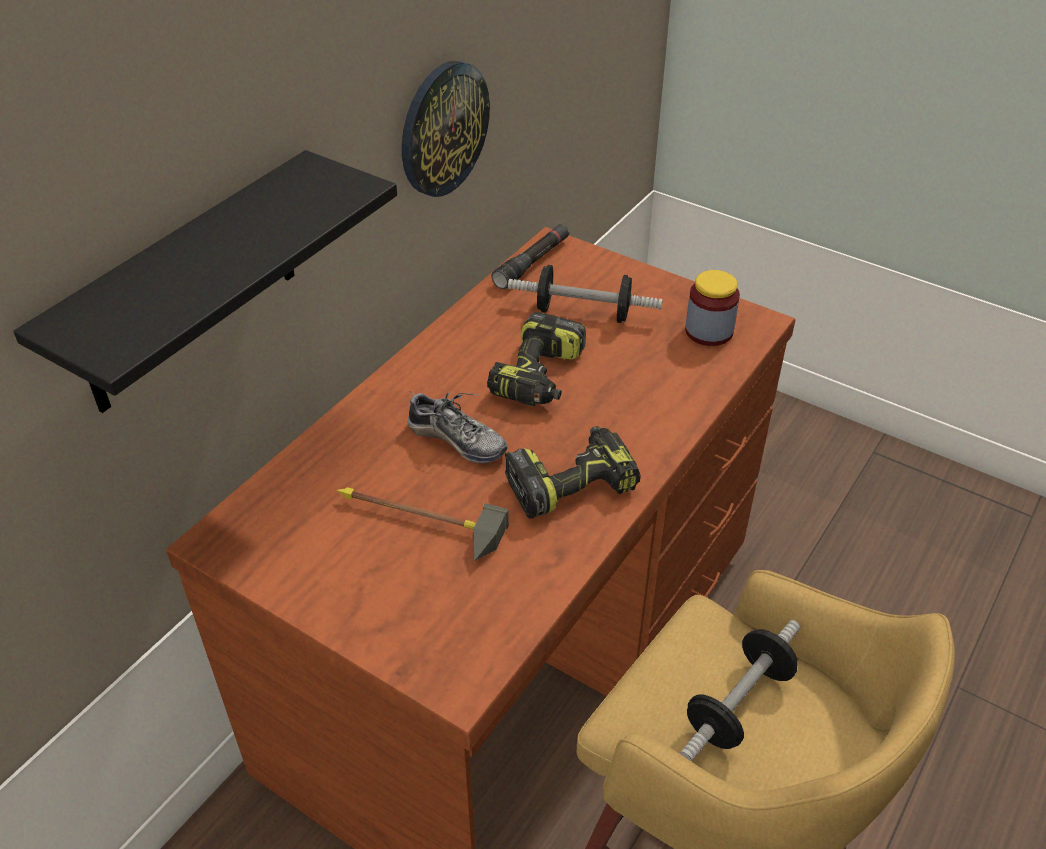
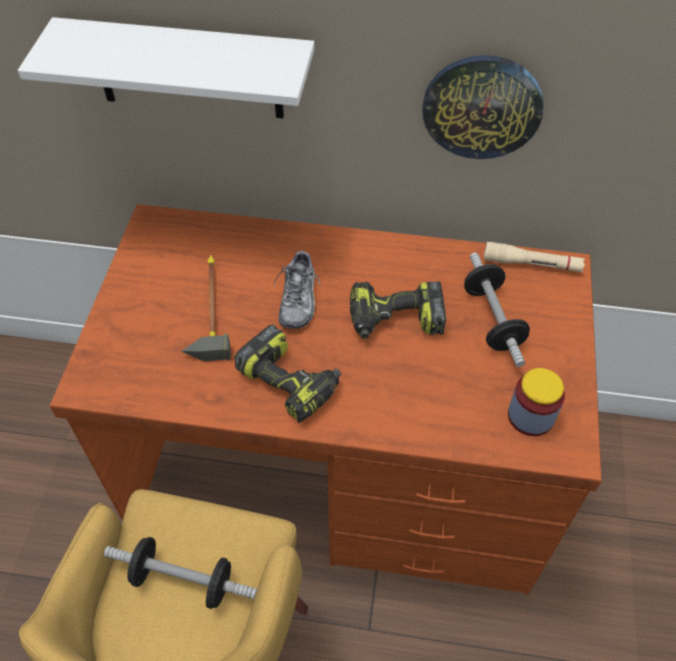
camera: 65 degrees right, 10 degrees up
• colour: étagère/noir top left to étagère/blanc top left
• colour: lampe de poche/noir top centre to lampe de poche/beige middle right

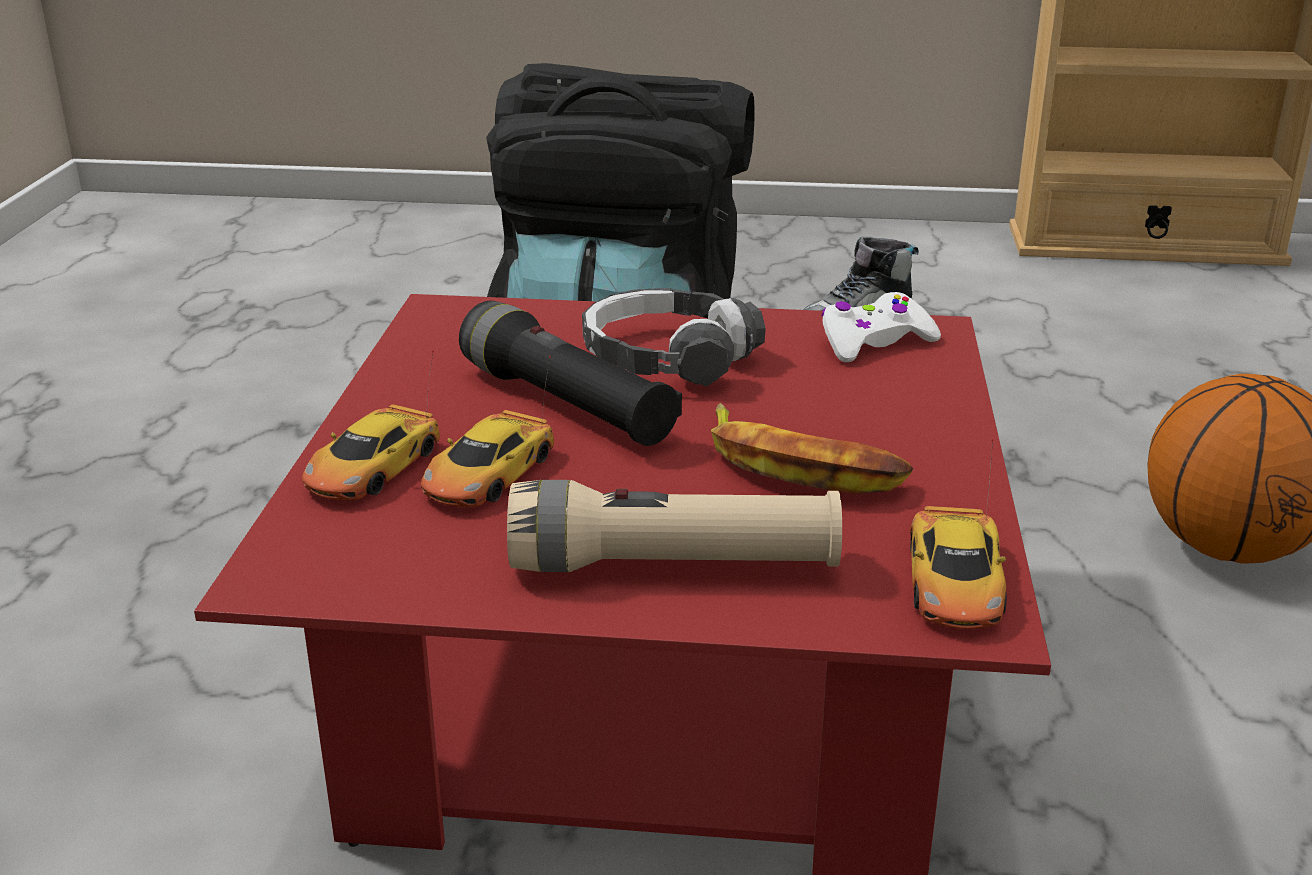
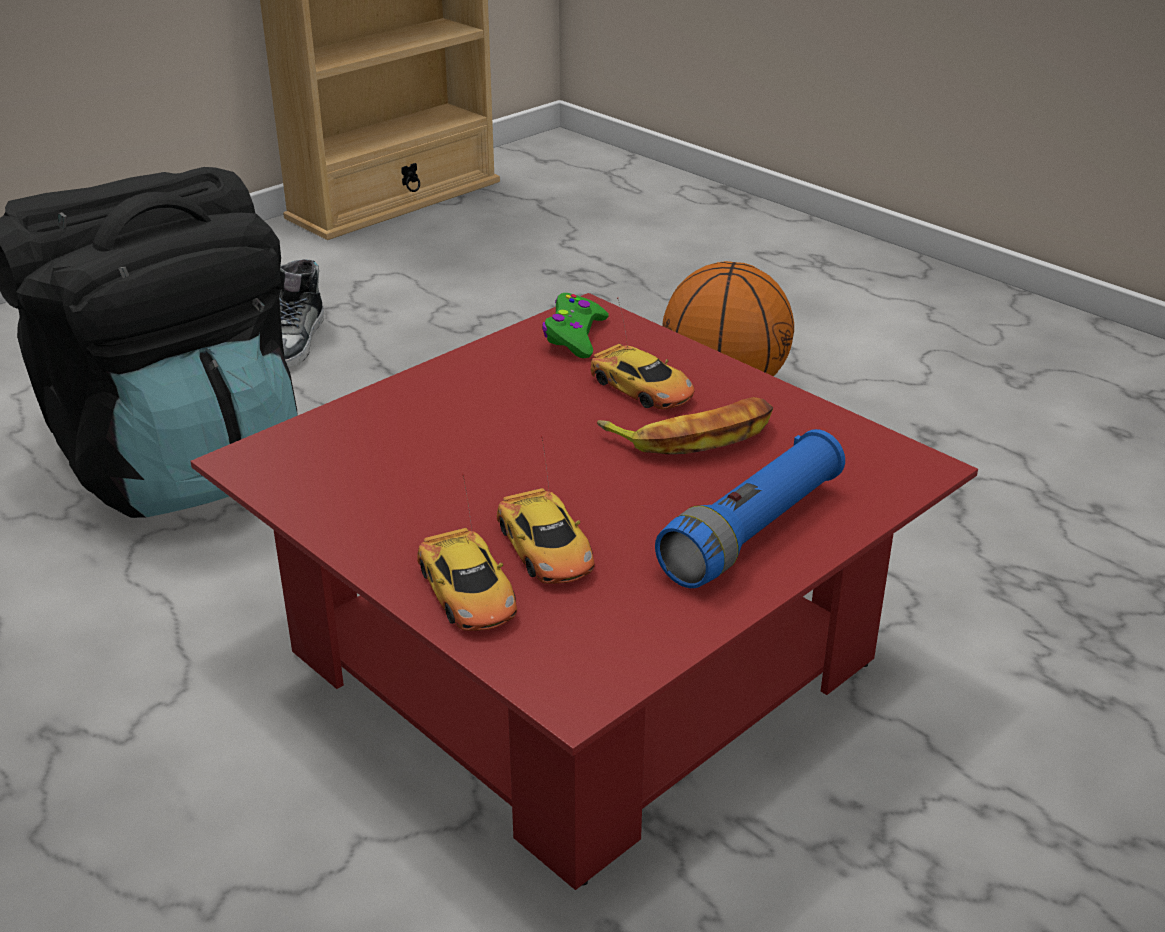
camera: 50 degrees left, 5 degrees up
• missing: lampe de poche/noir centre
• colour: lampe de poche/beige centre to lampe de poche/bleu centre
• missing: casque audio centre
• colour: manette/blanc middle right to manette/vert centre
• relocated: petite voiture (no. 3 from left) middle right to centre

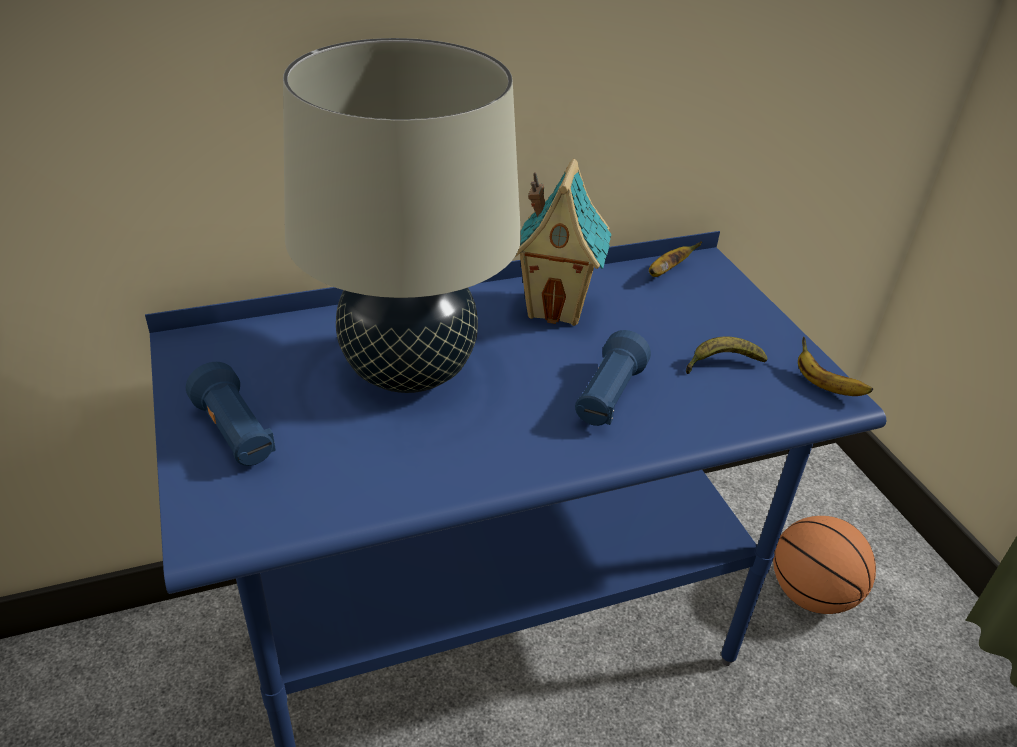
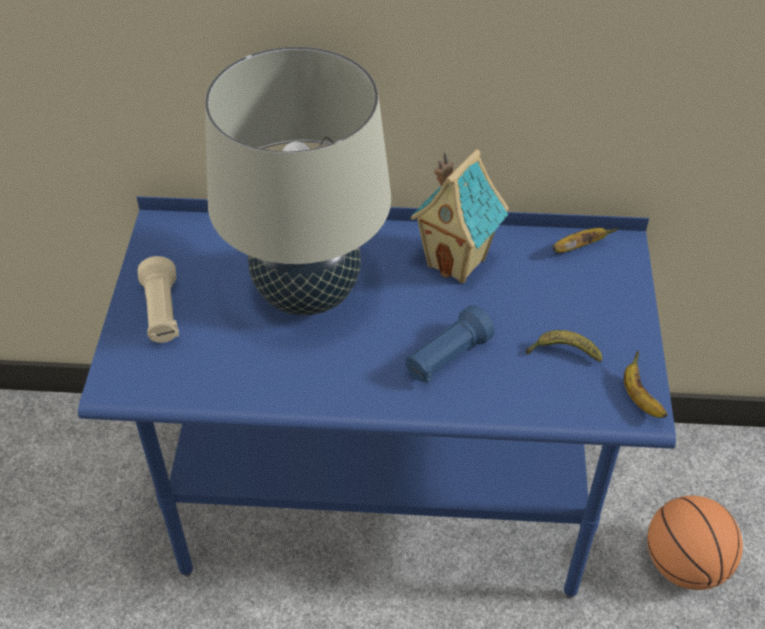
camera: 25 degrees right, 10 degrees up
• colour: lampe de poche/bleu (no. 1 from left) middle left to lampe de poche/beige middle left

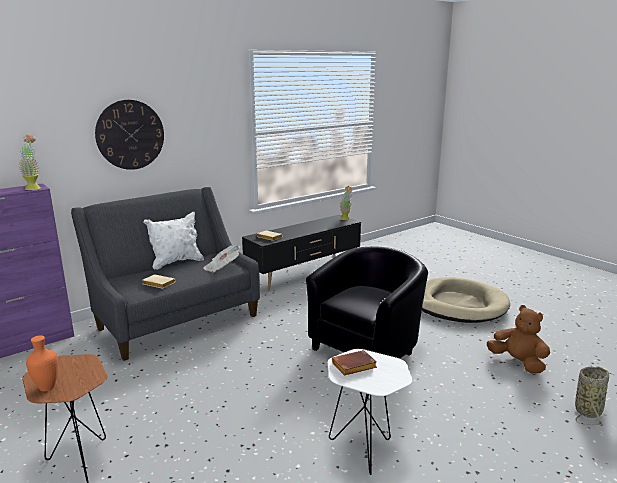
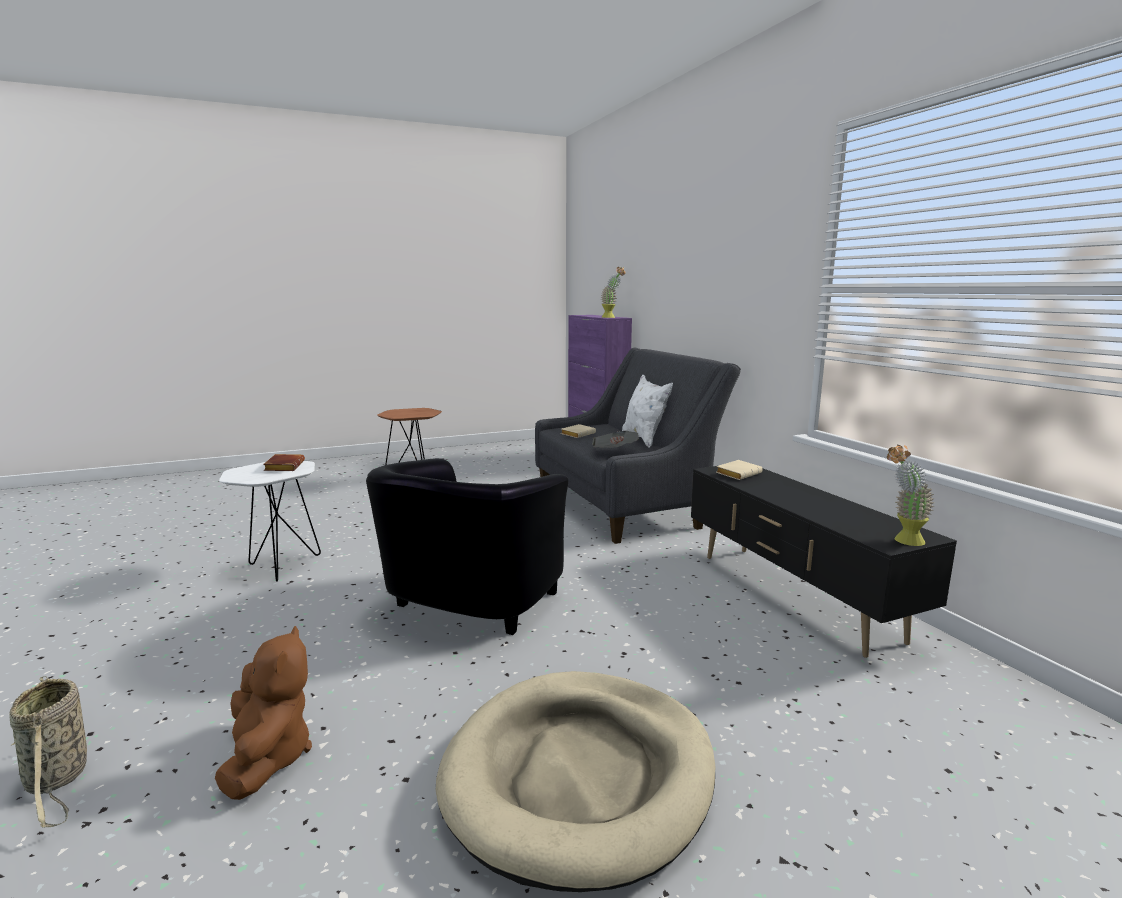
camera: 105 degrees right, 5 degrees down
• missing: vase/orange bottom left
• missing: horloge murale top left
• spun: fauteuil/noir centre = centre 60 degrees clockwise
• spun: peluche/marron bottom right = bottom left 75 degrees counterclockwise

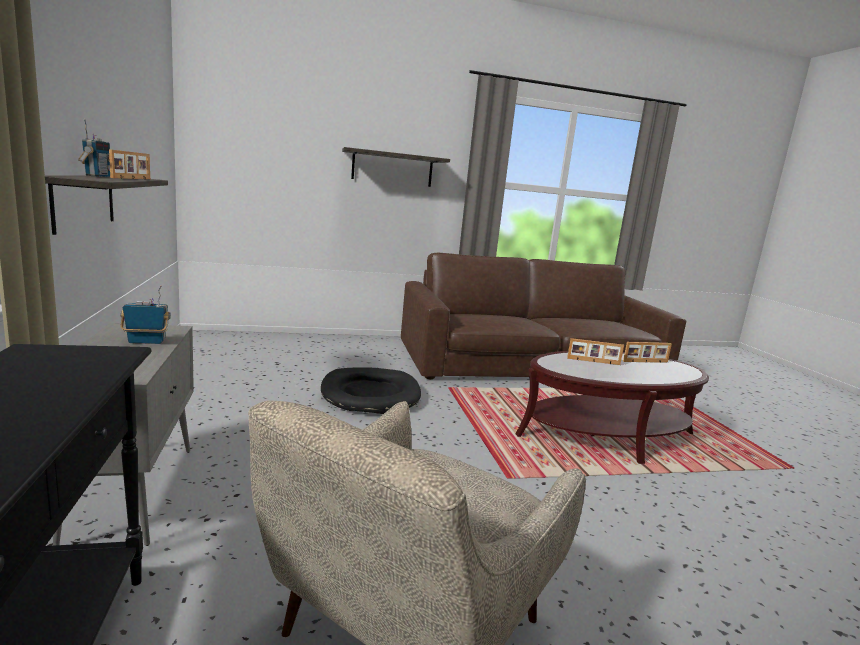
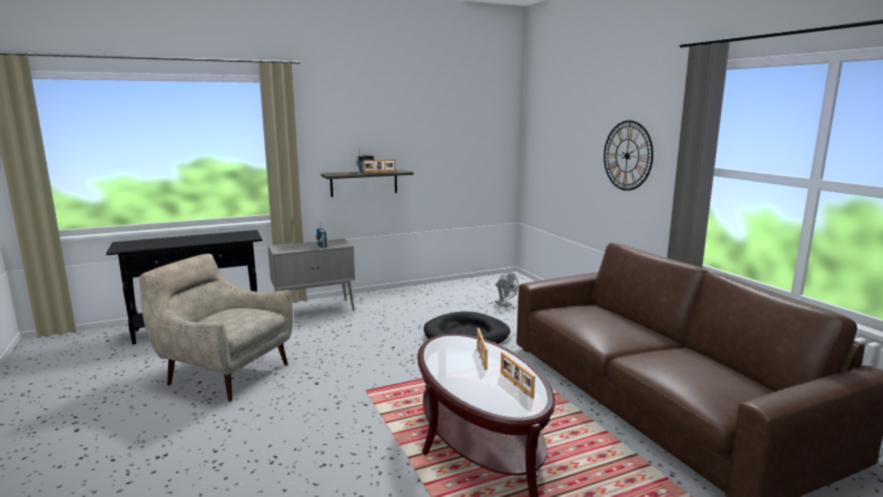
camera: 80 degrees right, 0 degrees up
• exchanged: étagère (no. 2 from left) top centre to horloge murale top right
• appeared: ventilateur/gris centre

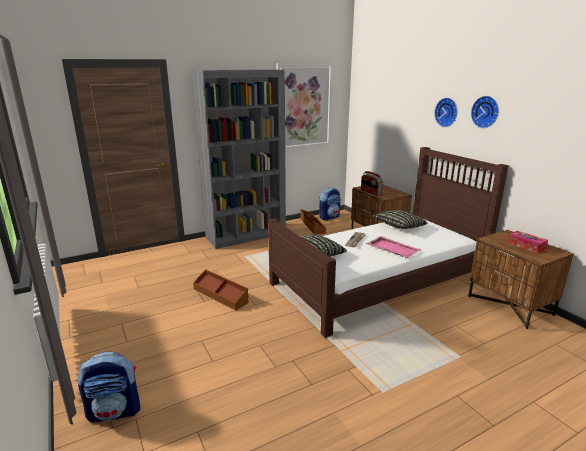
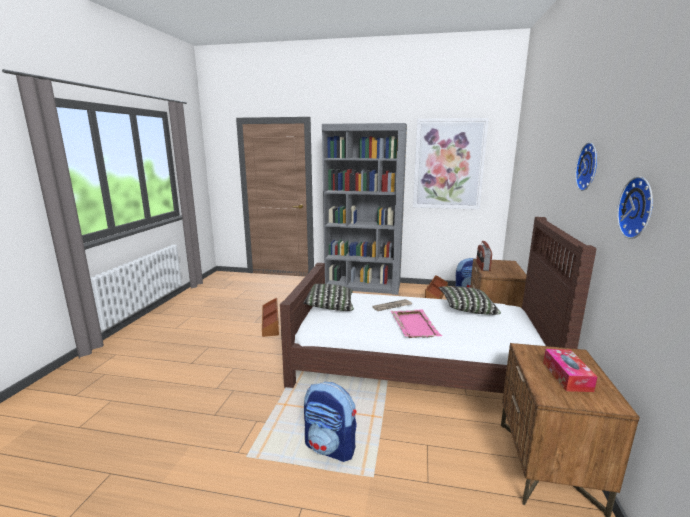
camera: 40 degrees right, 5 degrees down
• relocated: sac à dos (no. 1 from left) bottom left to bottom centre
• relocated: horloge murale (no. 1 from left in the first image) top right to horloge murale (no. 2 from left) middle right

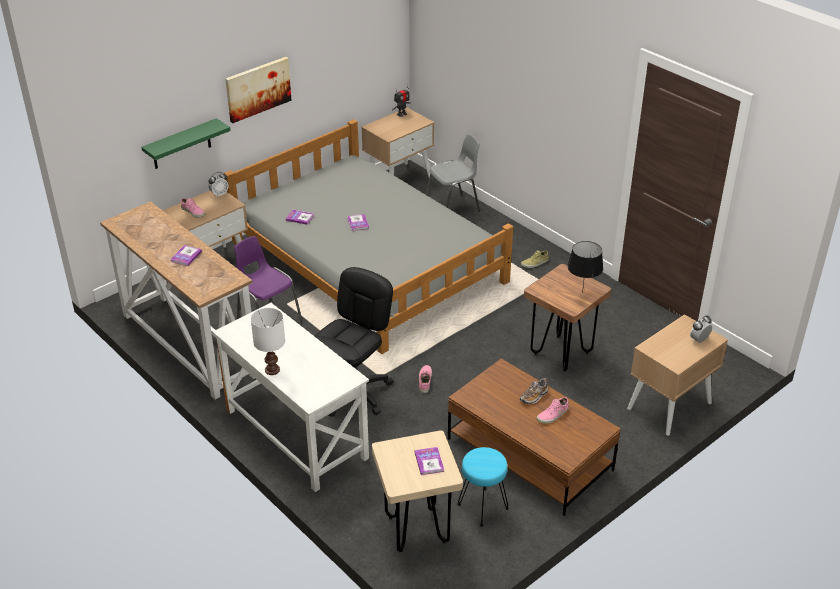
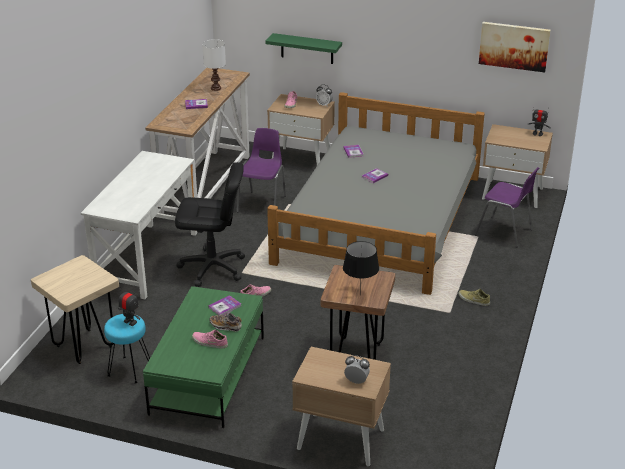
camera: 60 degrees right, 5 degrees down
• relocated: tableau top left to top right
• relocated: lampe de table/blanc middle left to top centre
• relocated: livre (no. 4 from left in the first image) bottom centre to livre (no. 2 from left) centre
• colour: chaise/gris top centre to chaise/violet (no. 2 from left) middle right
• colour: table basse/marron bottom centre to table basse/vert bottom left
• appeared: robot jouet (no. 1 from left) middle left

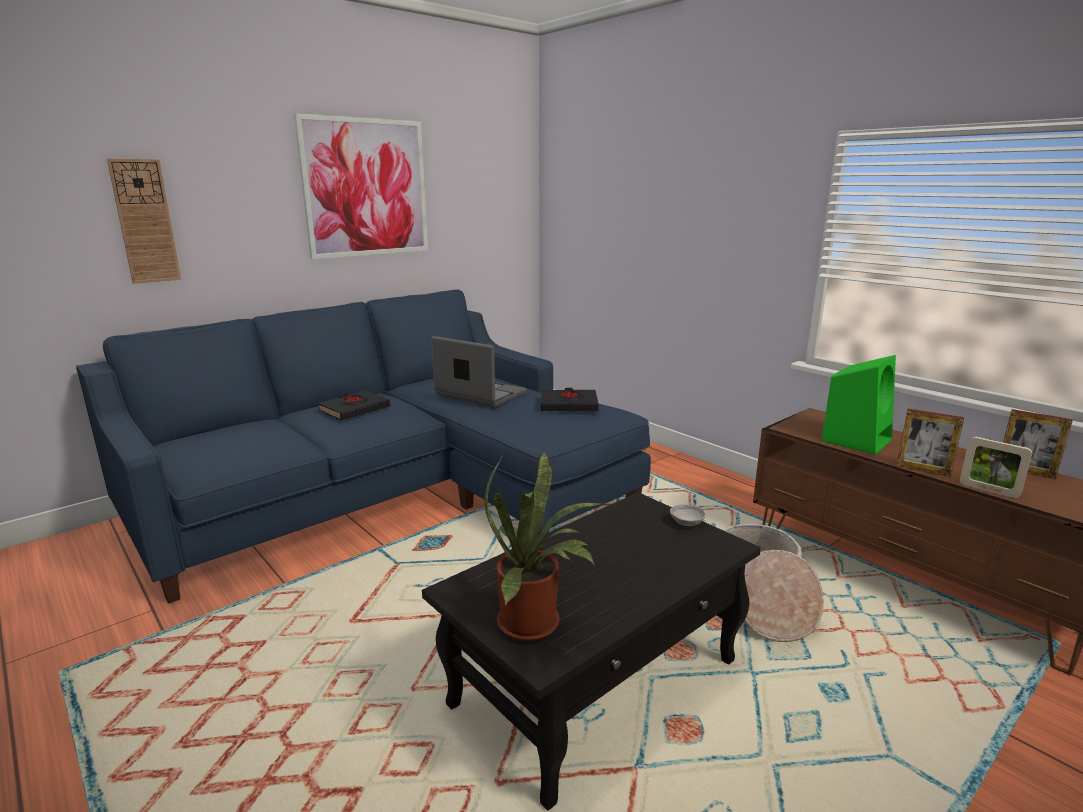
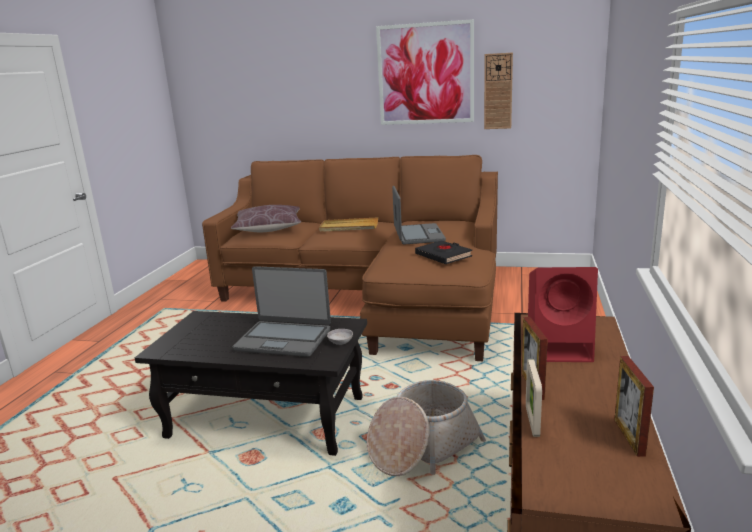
camera: 55 degrees right, 0 degrees up
• colour: canapé/bleu centre to canapé/marron centre
• relocated: horloge murale top left to top centre
• exchanged: livre/noir (no. 1 from left) middle left to plateau/beige centre
• missing: plante en pot bottom centre
• colour: enceinte/vert middle right to enceinte/rouge middle right
• appeared: coussin/marron centre
• appeared: ordinateur portable (no. 1 from left) centre

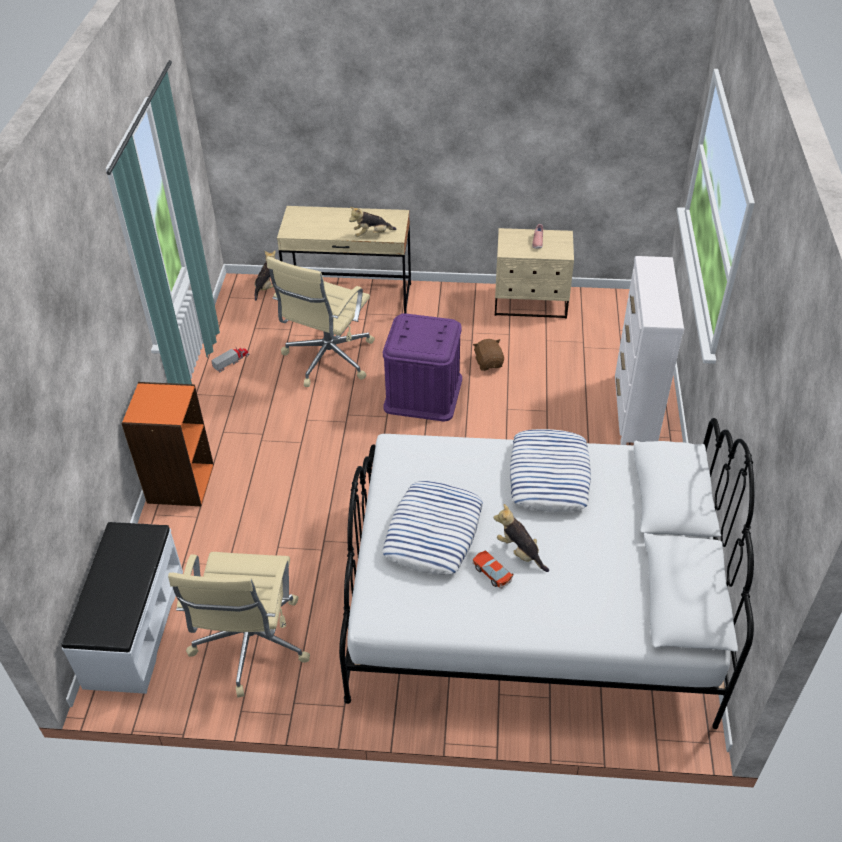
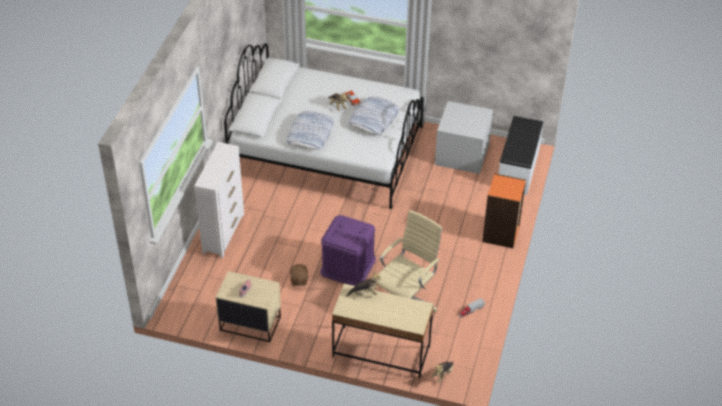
camera: 170 degrees left, 0 degrees up
• exchanged: chaise de bureau/beige (no. 1 from left) bottom left to boîte de rangement/gris centre

